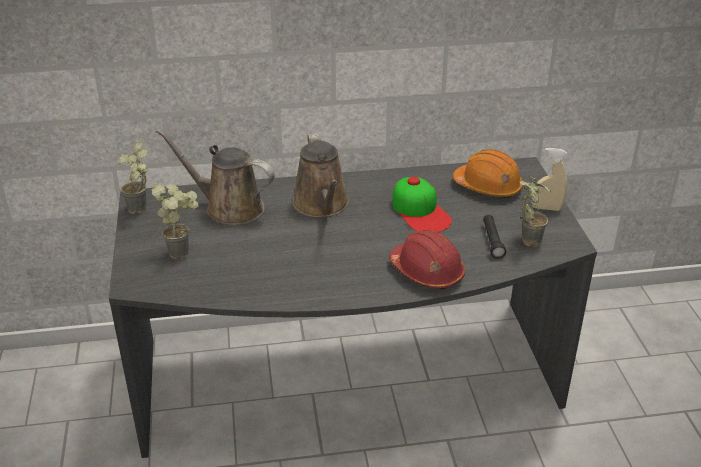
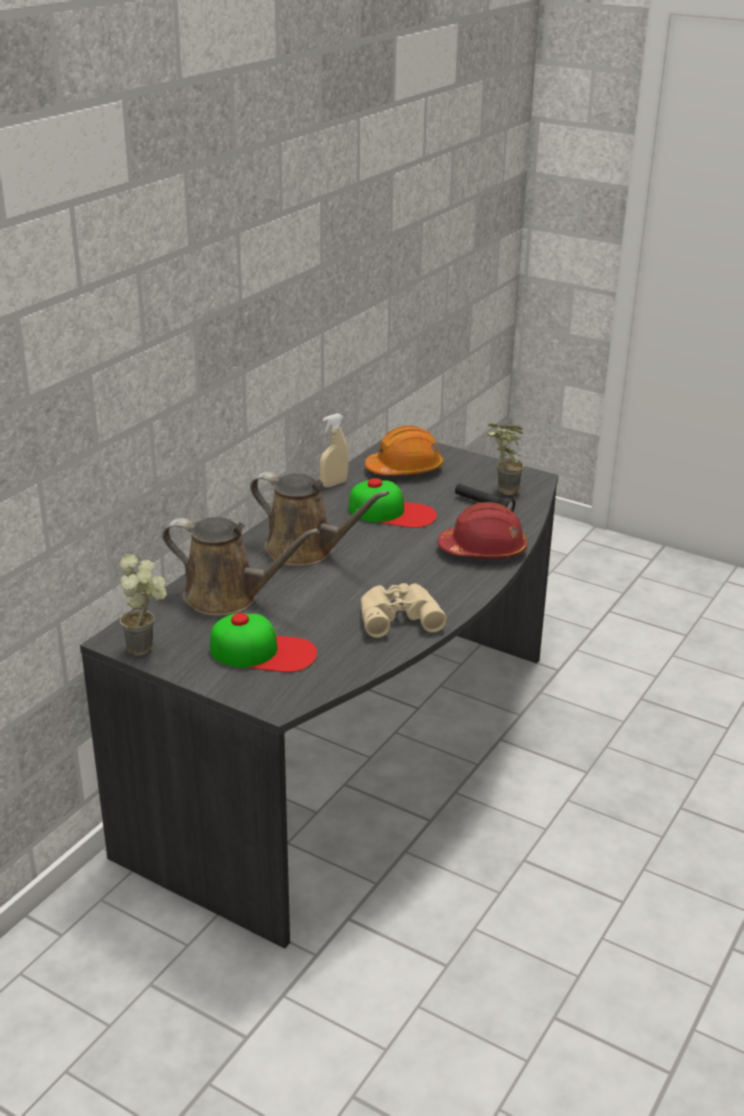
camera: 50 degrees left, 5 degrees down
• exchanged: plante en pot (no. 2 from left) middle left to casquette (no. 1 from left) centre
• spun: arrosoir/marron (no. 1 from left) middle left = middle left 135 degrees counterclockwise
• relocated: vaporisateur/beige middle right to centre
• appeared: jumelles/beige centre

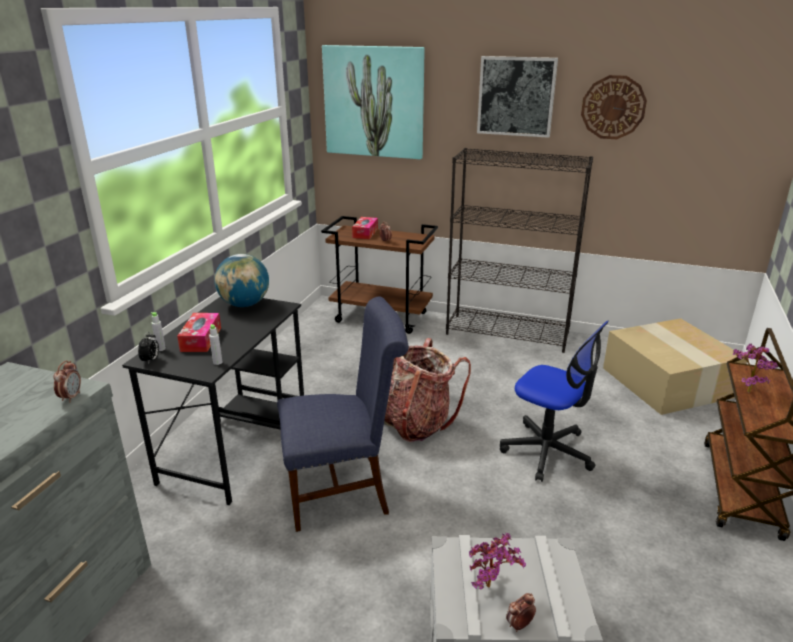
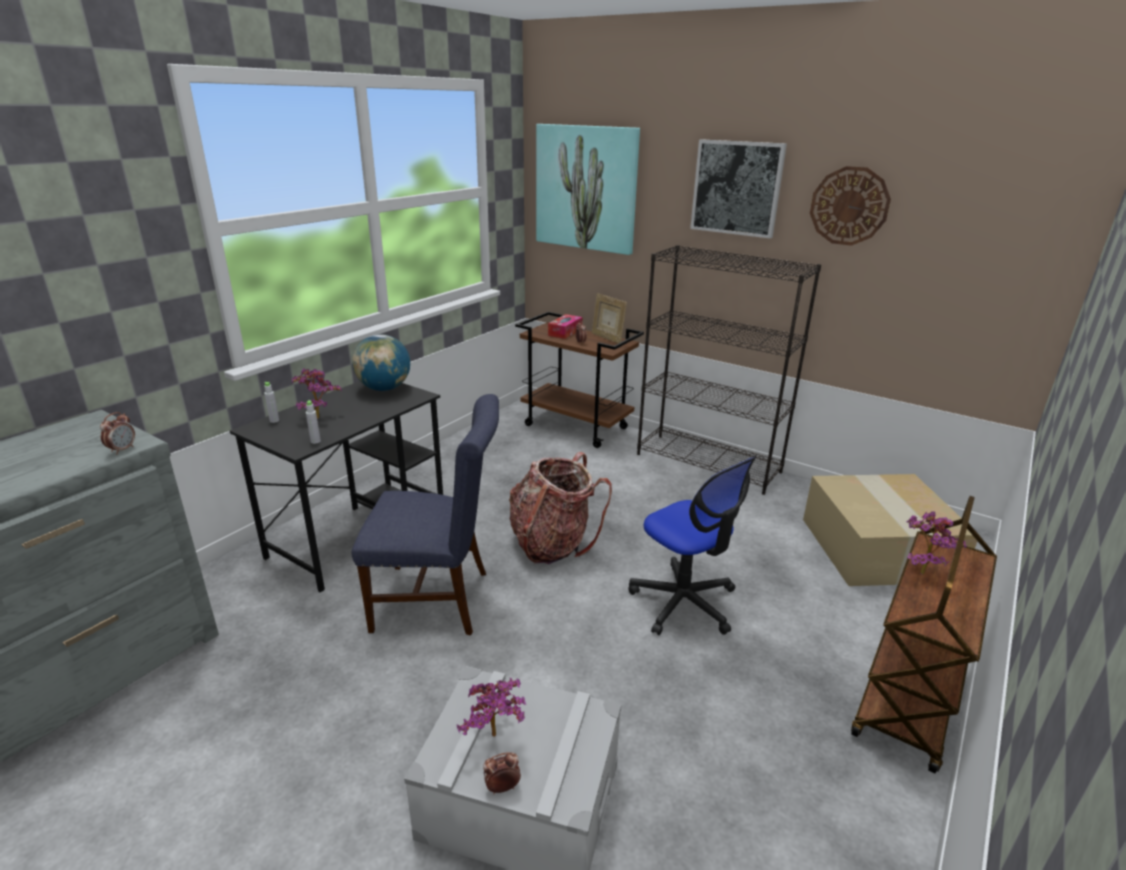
camera: 15 degrees right, 0 degrees up
• missing: réveil (no. 2 from left) middle left
• exchanged: boîte à mouchoirs (no. 1 from left) middle left to plante en pot (no. 1 from left) middle left
• appeared: cadre photo centre

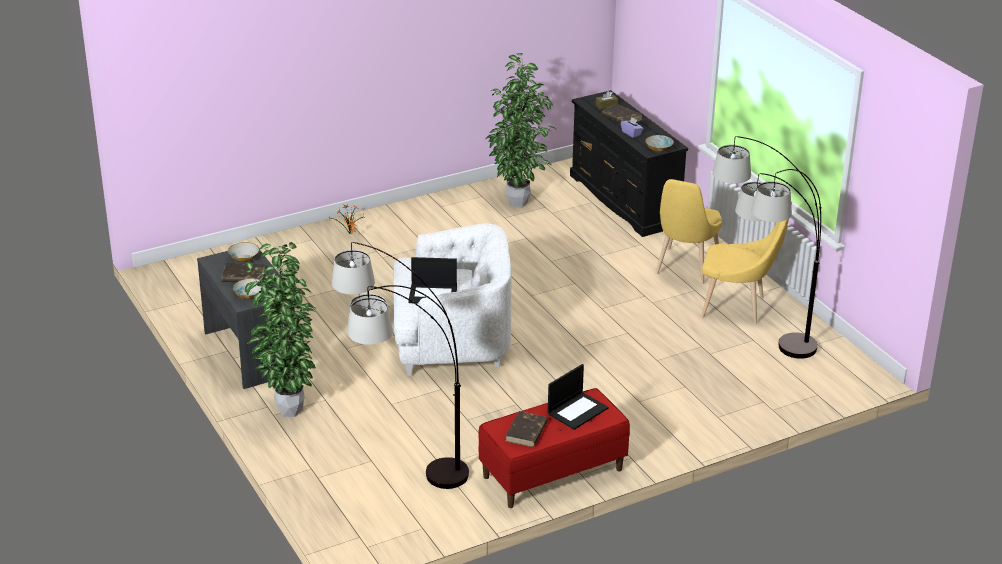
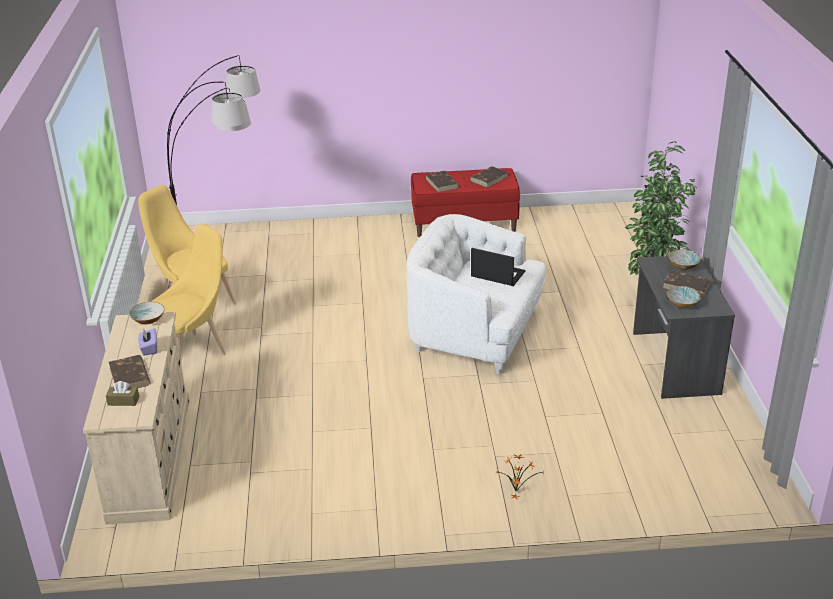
camera: 155 degrees left, 0 degrees up
• missing: lampadaire (no. 1 from left) centre
• missing: plante en pot (no. 3 from left) top centre
• exchanged: ordinateur portable (no. 2 from left) bottom centre to livre/marron (no. 2 from left) top centre
• colour: commode/noir top centre to commode/beige bottom left

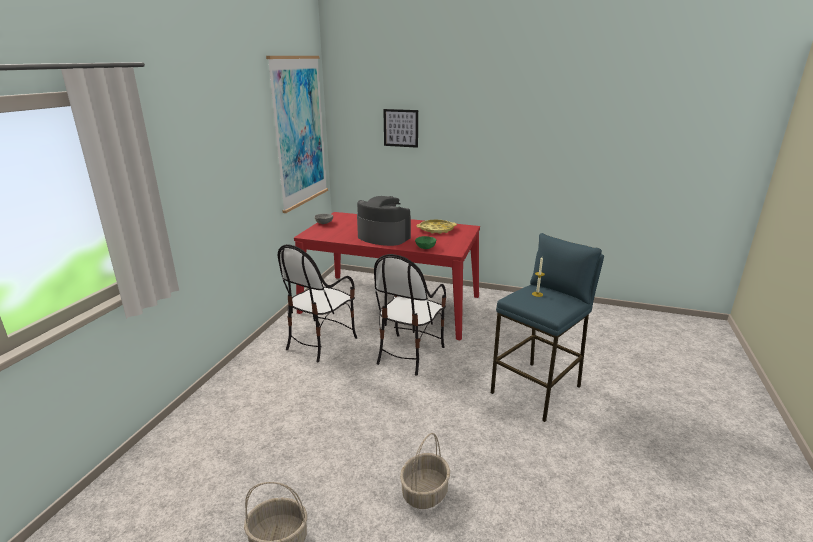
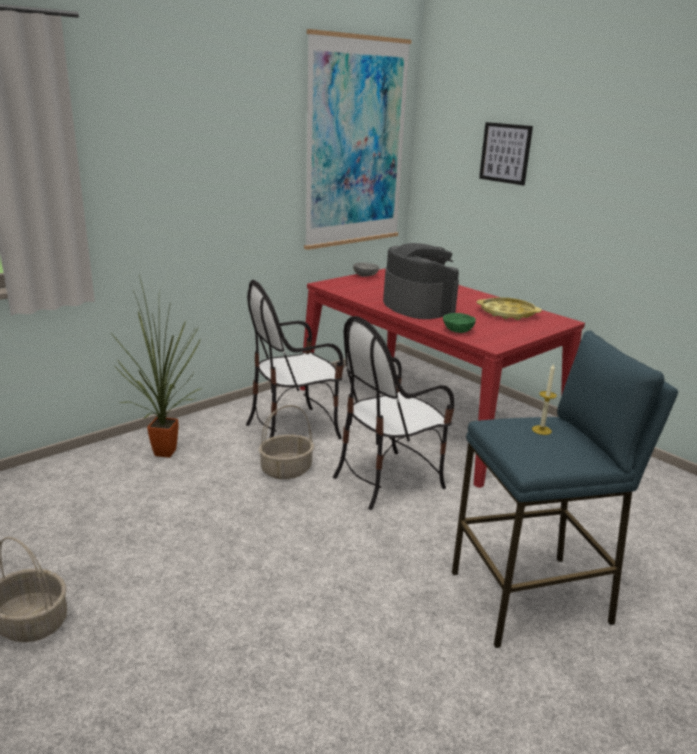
camera: 30 degrees right, 0 degrees up
• relocated: panier (no. 2 from left) bottom centre to centre
• appeared: plante en pot middle left

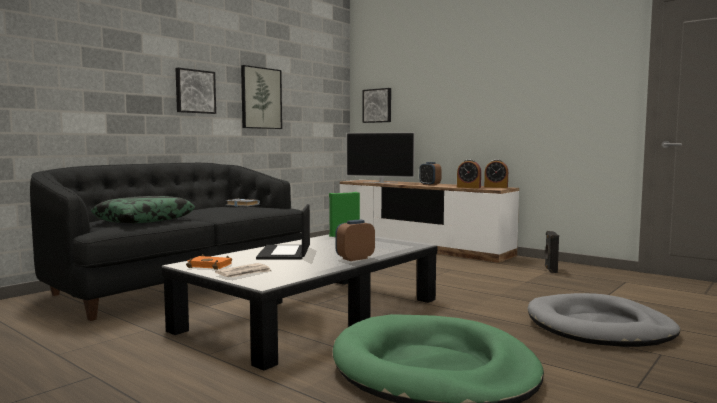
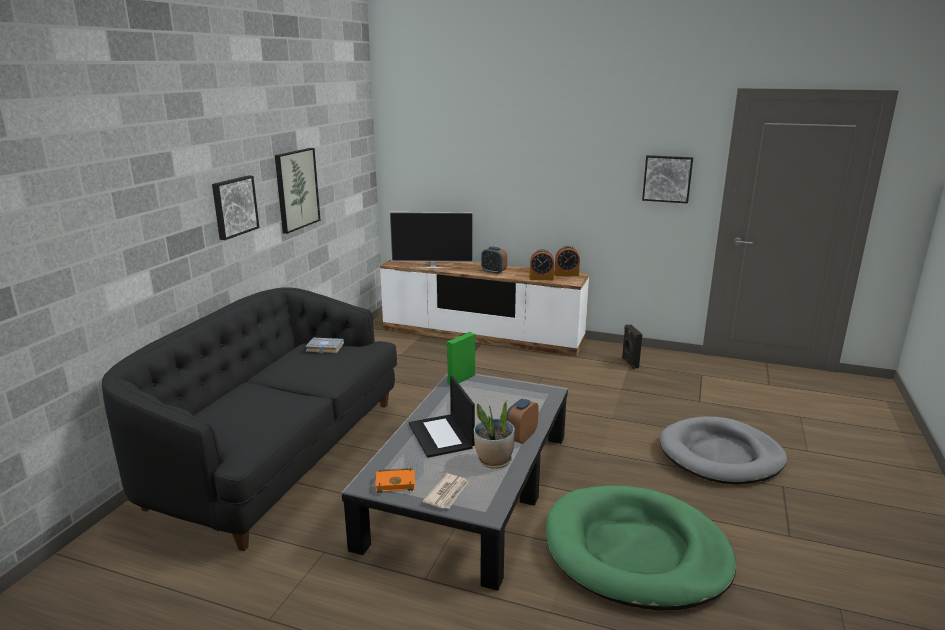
camera: 20 degrees left, 15 degrees up
• missing: coussin middle left
• relocated: tableau (no. 3 from left) top centre to top right
• appeared: plante en pot bottom centre

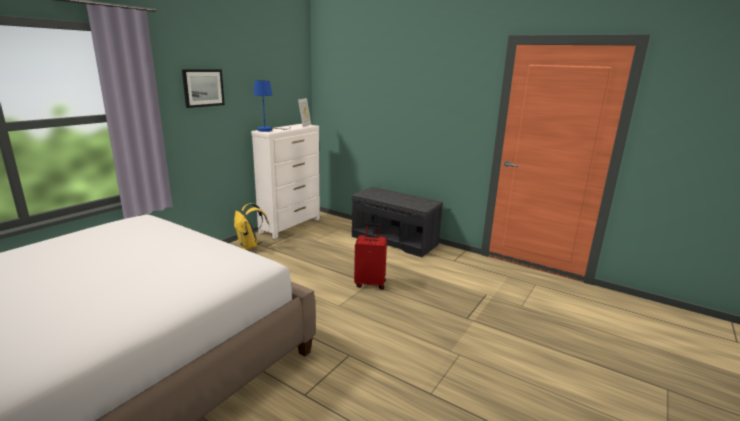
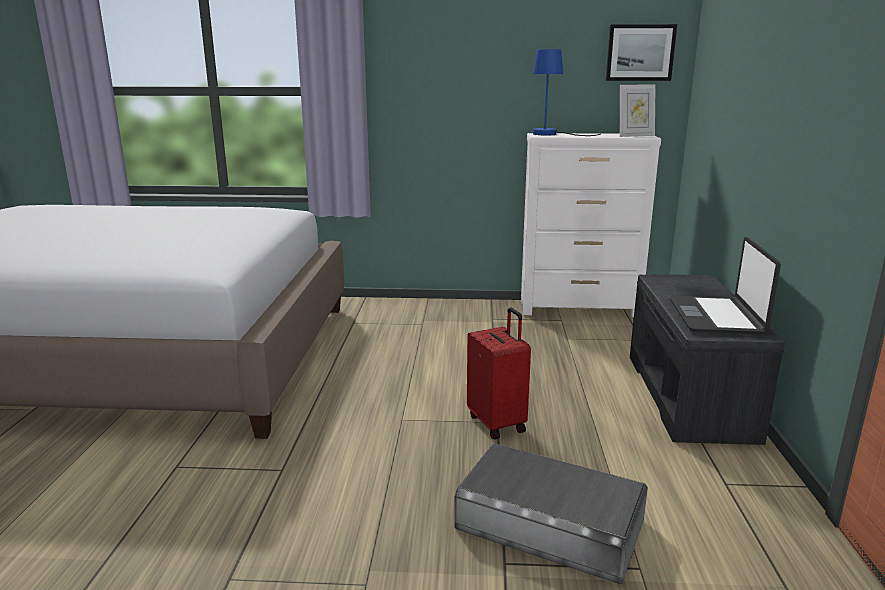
camera: 60 degrees right, 0 degrees up
• relocated: tableau top left to top right
• missing: sac à dos/jaune centre
• appeared: boîte de rangement/gris bottom centre
• appeared: ordinateur portable middle right

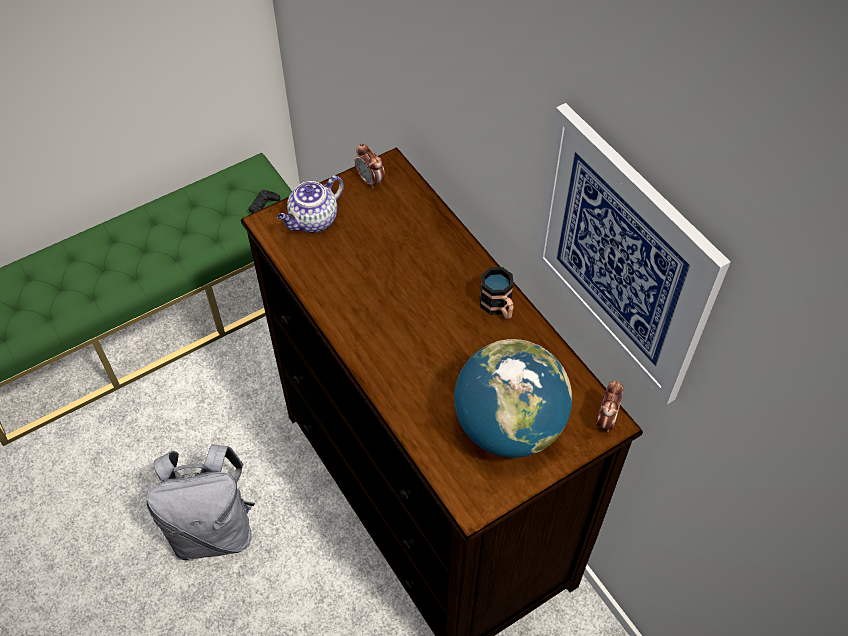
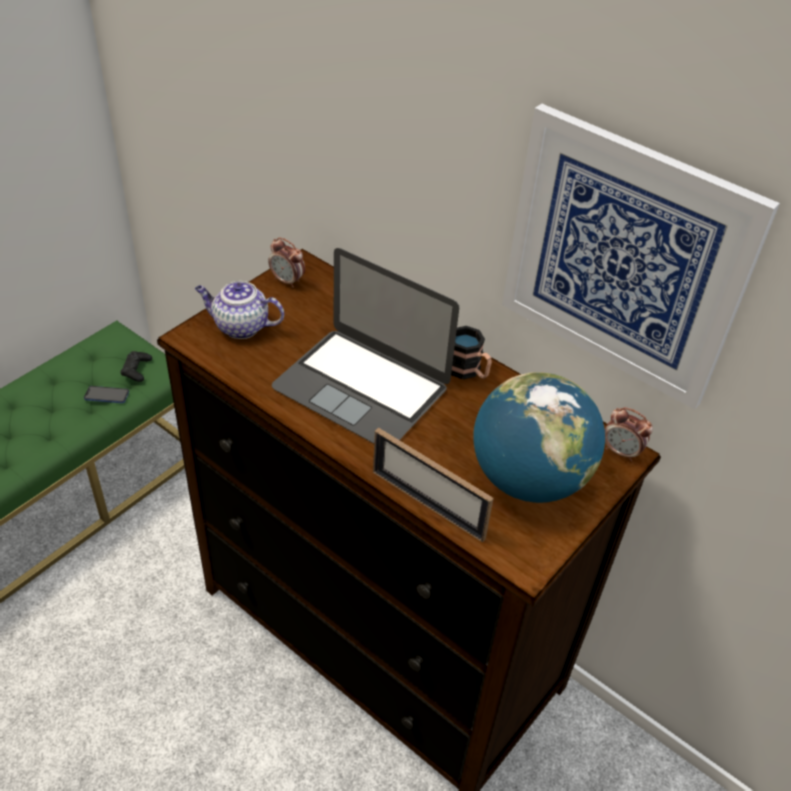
camera: 20 degrees left, 10 degrees down
• missing: sac à dos/gris bottom left
• spun: théière top centre = middle left 75 degrees clockwise
• spun: réveil (no. 2 from left) middle right = middle right 120 degrees clockwise
• appeared: téléphone middle left
• appeared: ordinateur portable centre
• appeared: cadre photo centre

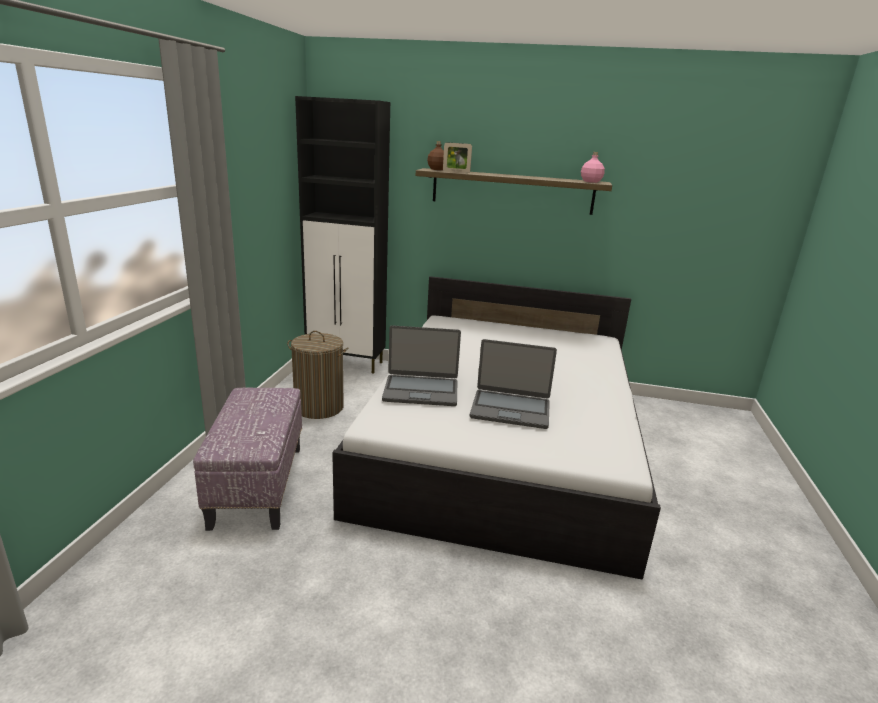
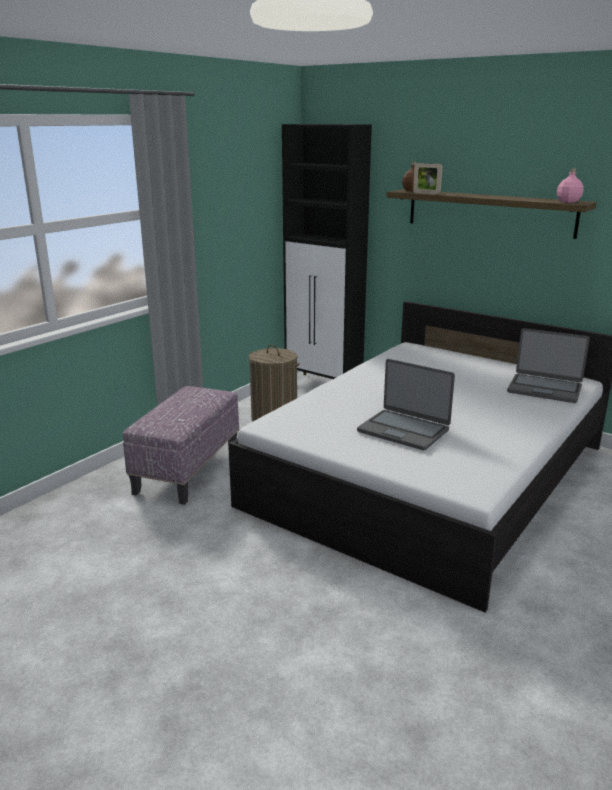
camera: 25 degrees right, 0 degrees up
• relocated: ordinateur portable (no. 1 from left in the first image) centre to ordinateur portable (no. 2 from left) middle right

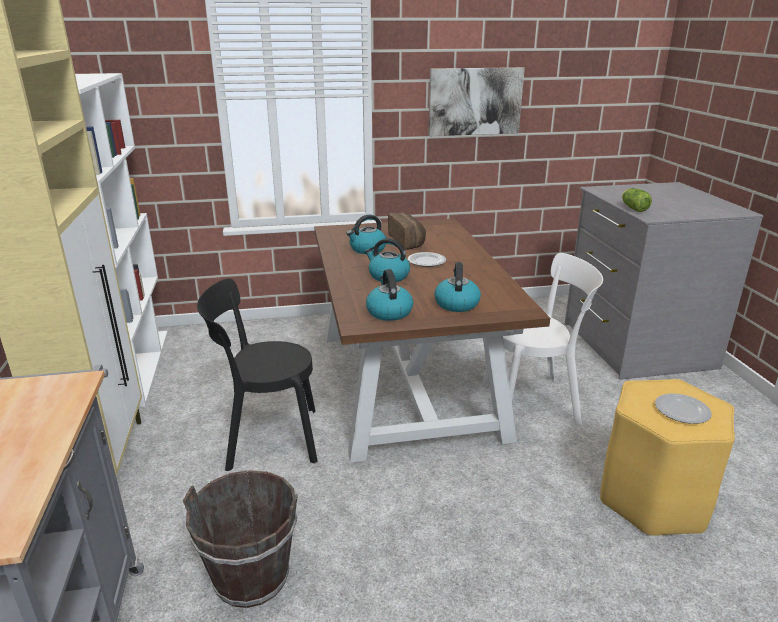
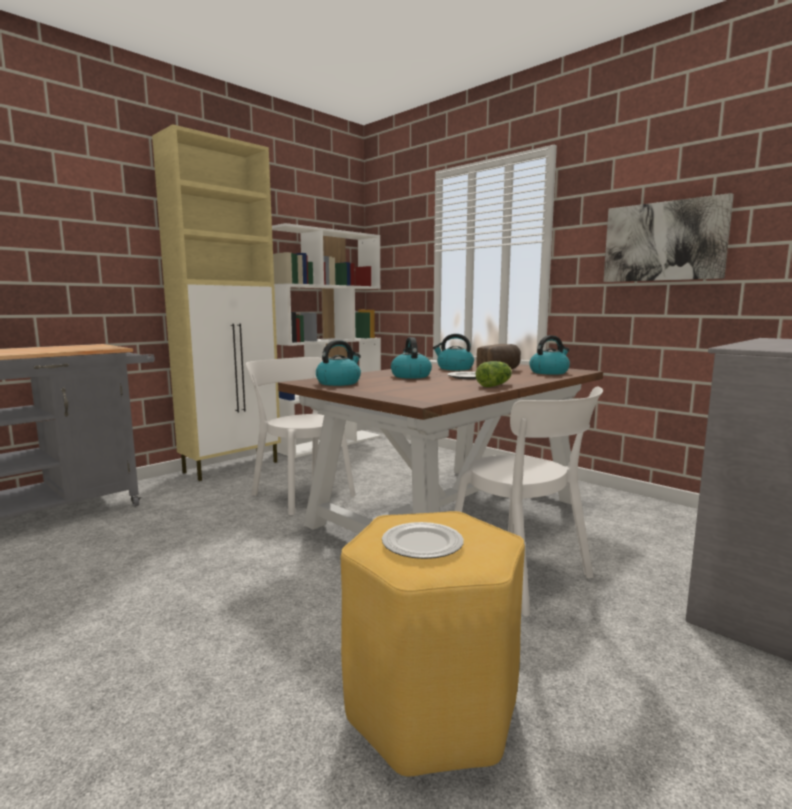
camera: 55 degrees right, 15 degrees down
• missing: seau/marron bottom left
• colour: chaise/noir middle left to chaise/blanc (no. 1 from left) centre
• relocated: bouilloire (no. 4 from left) centre to middle right
• relocated: laitue top right to centre

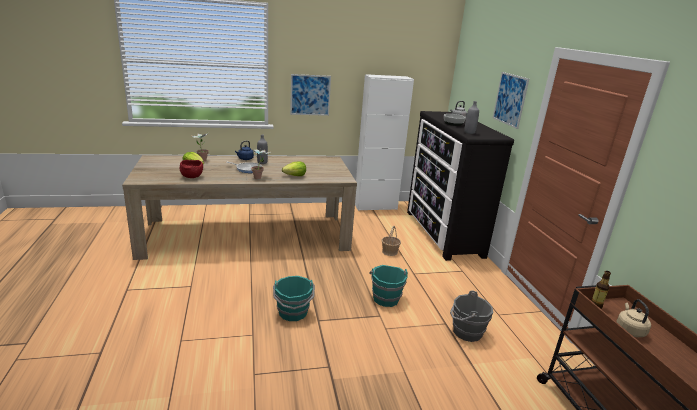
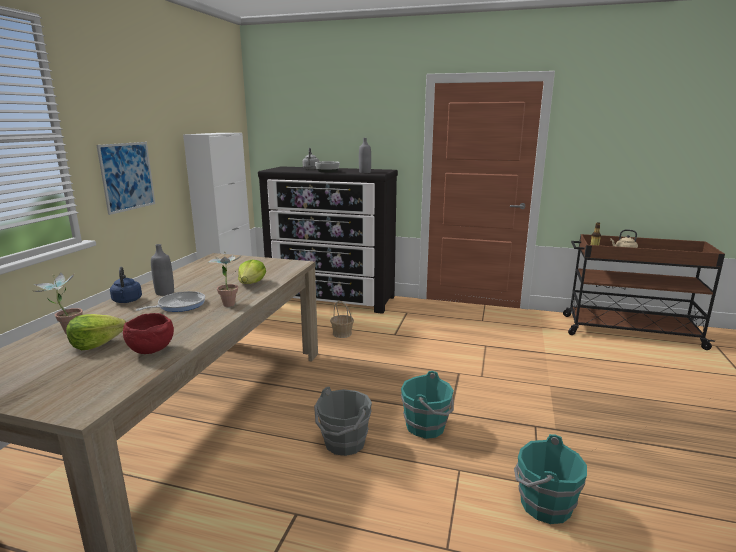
camera: 60 degrees left, 5 degrees down
• relocated: seau/turquoise (no. 2 from left) bottom centre to bottom right
• relocated: seau/gris bottom right to bottom centre
• missing: tableau (no. 2 from left) top right

